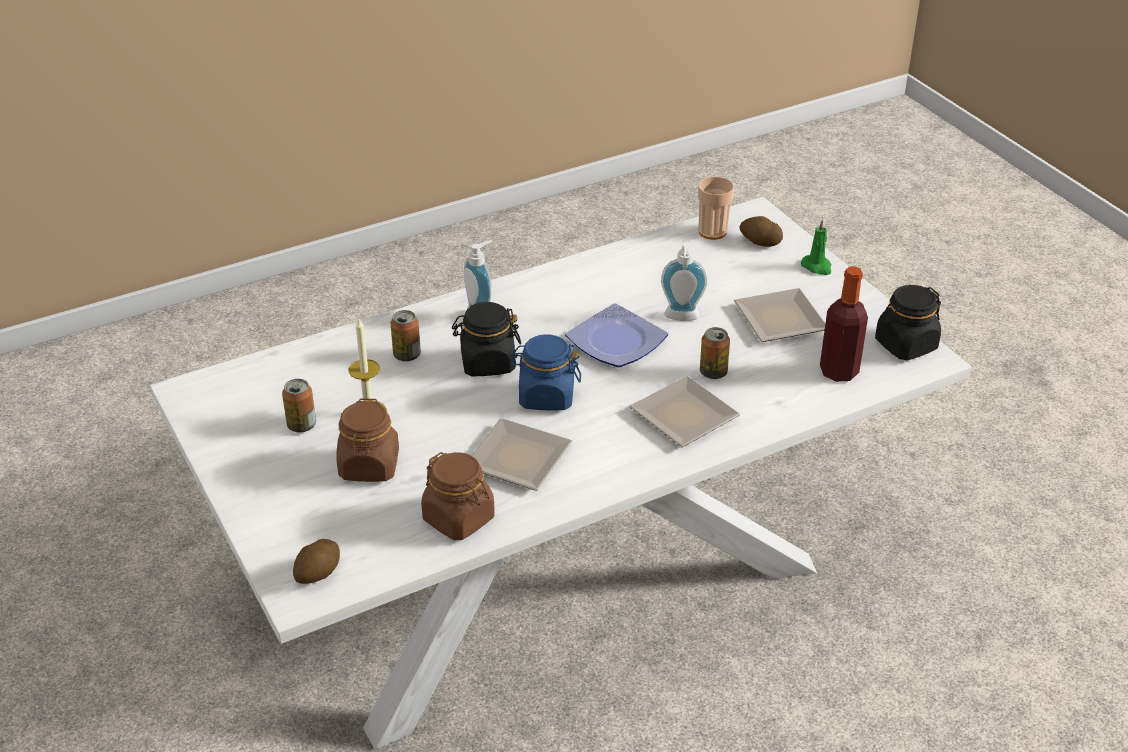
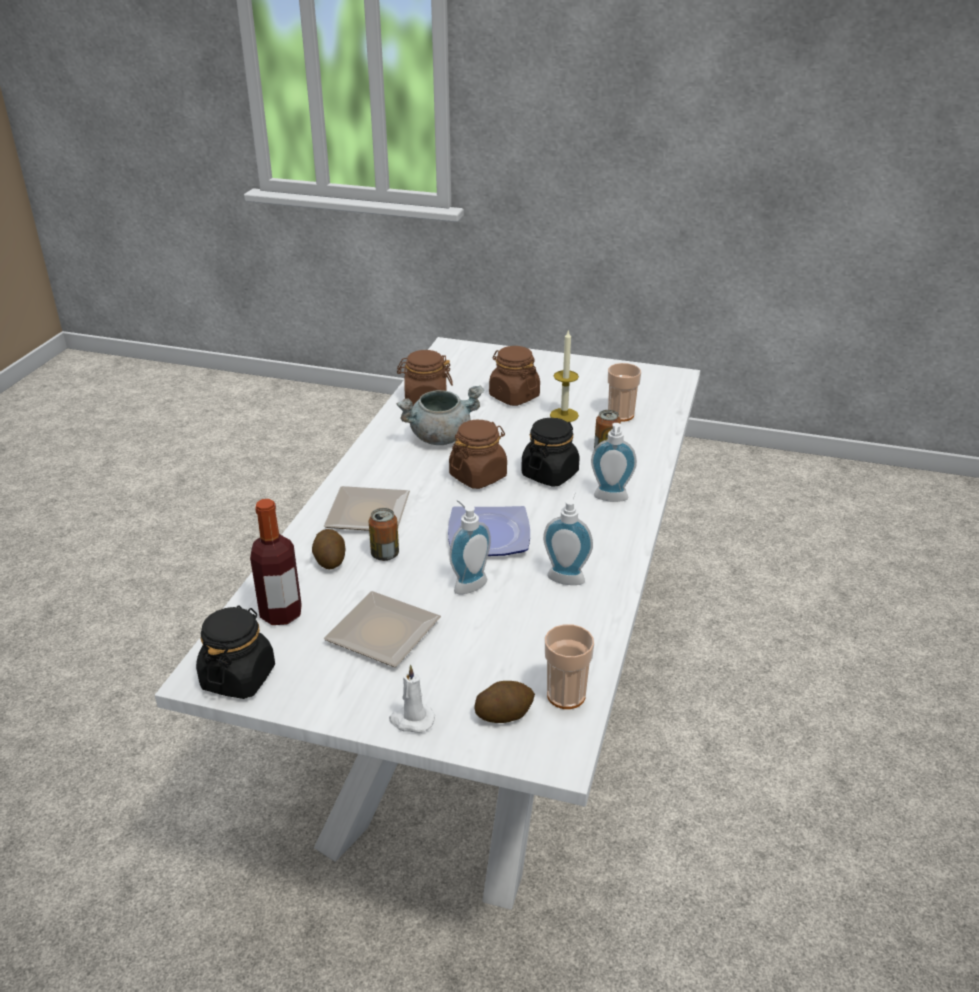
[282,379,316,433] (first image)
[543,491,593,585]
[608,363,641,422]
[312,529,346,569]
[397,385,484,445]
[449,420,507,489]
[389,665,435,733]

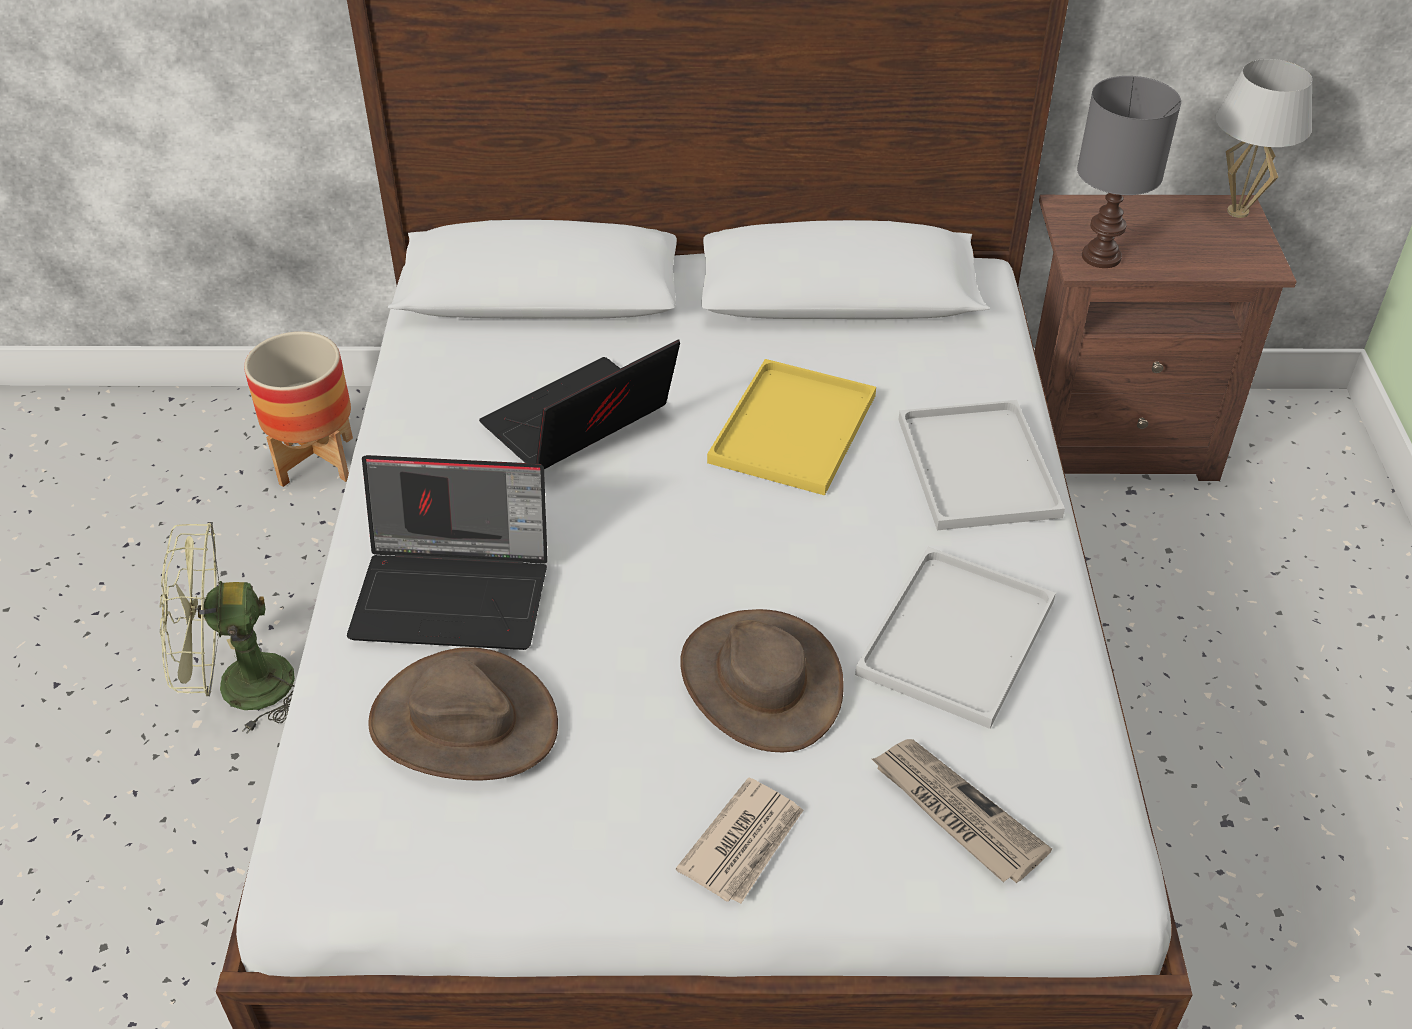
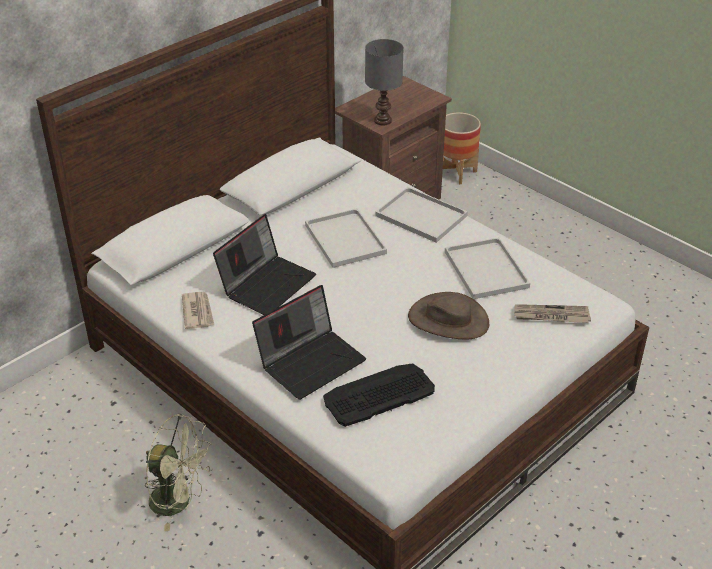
[1216,59,1312,218] (first image)
[443,112,481,184]
[182,292,214,329]
[323,363,435,427]
[305,208,387,268]
[145,414,212,531]
[213,214,316,315]

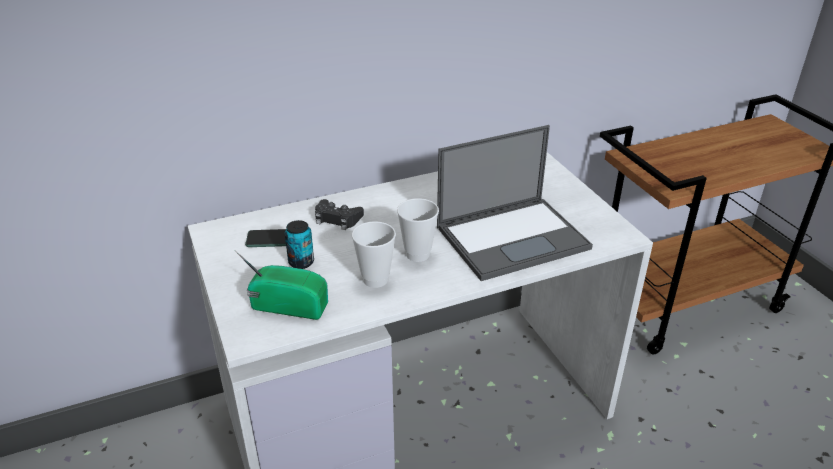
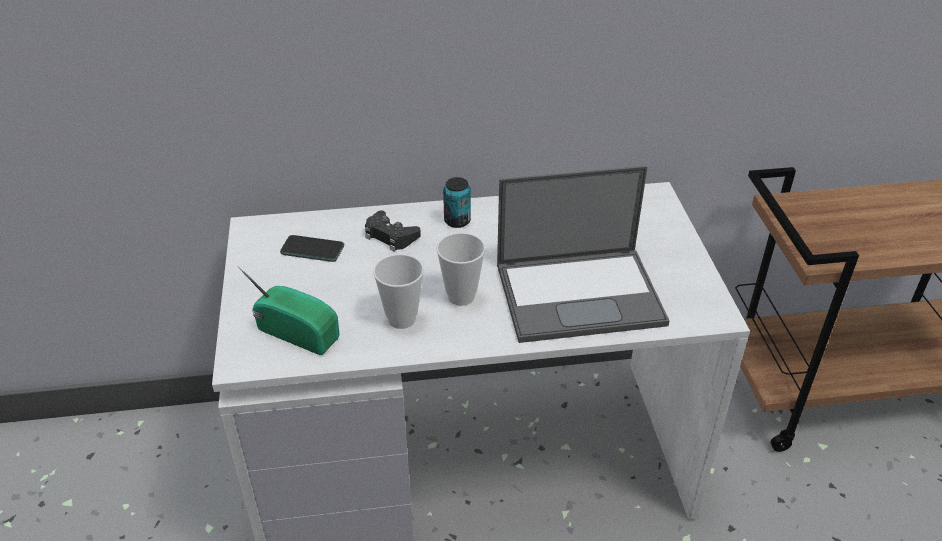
[443,177,471,228]

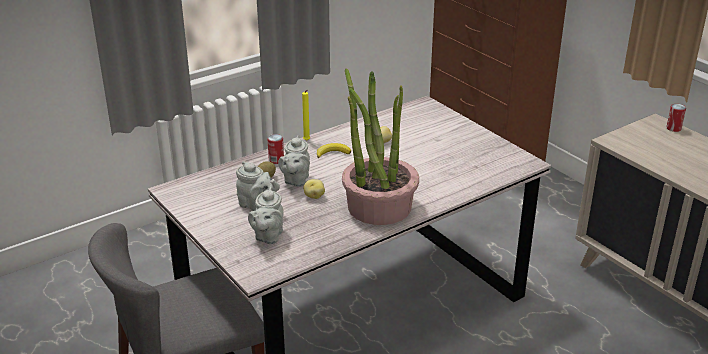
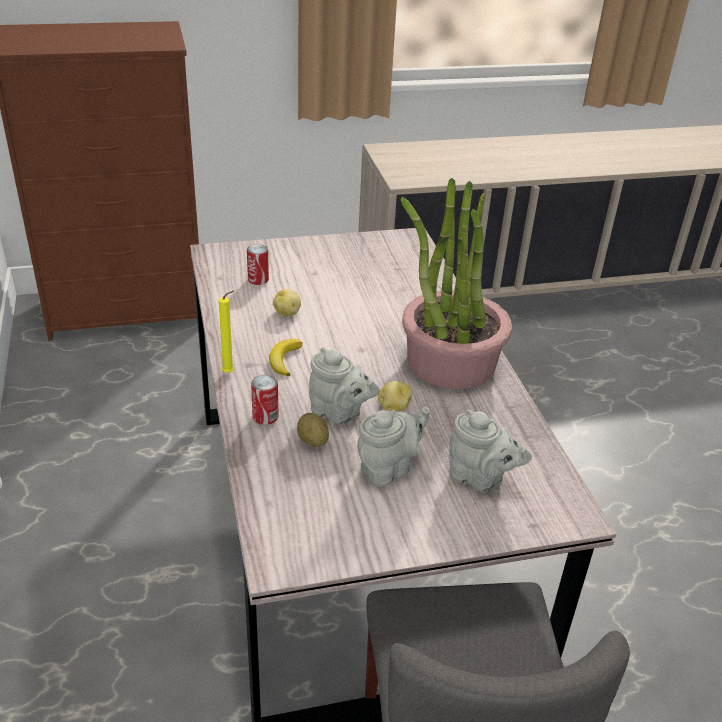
[247,244,269,285]

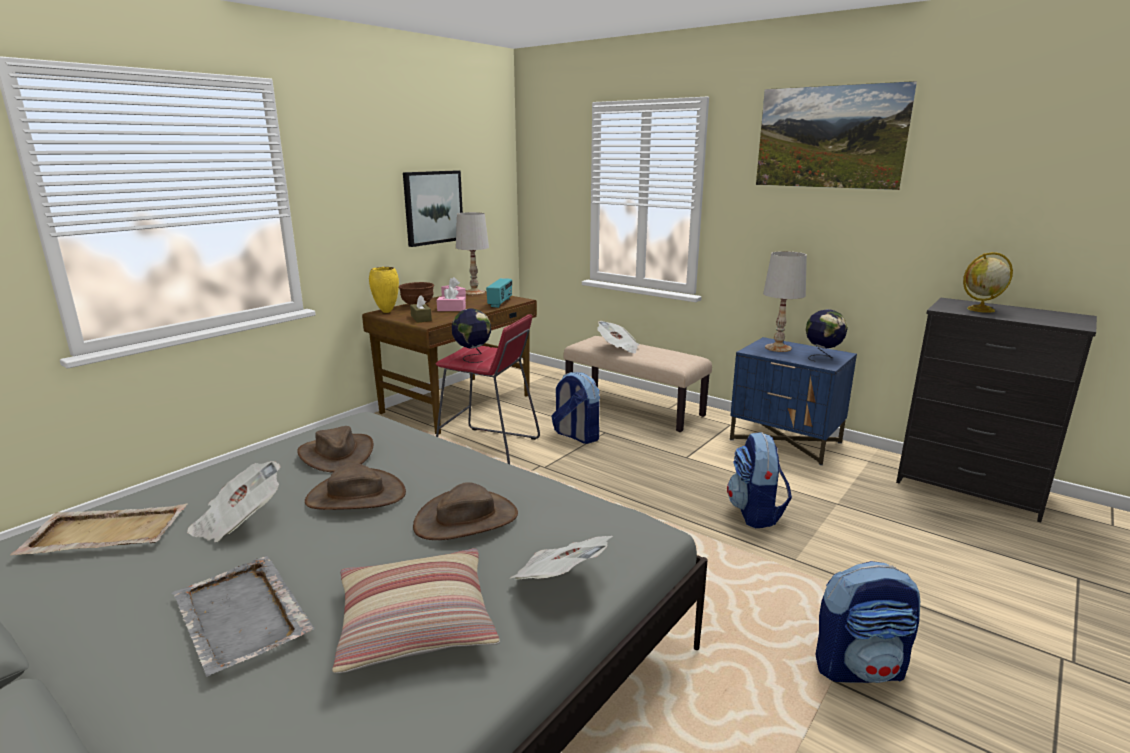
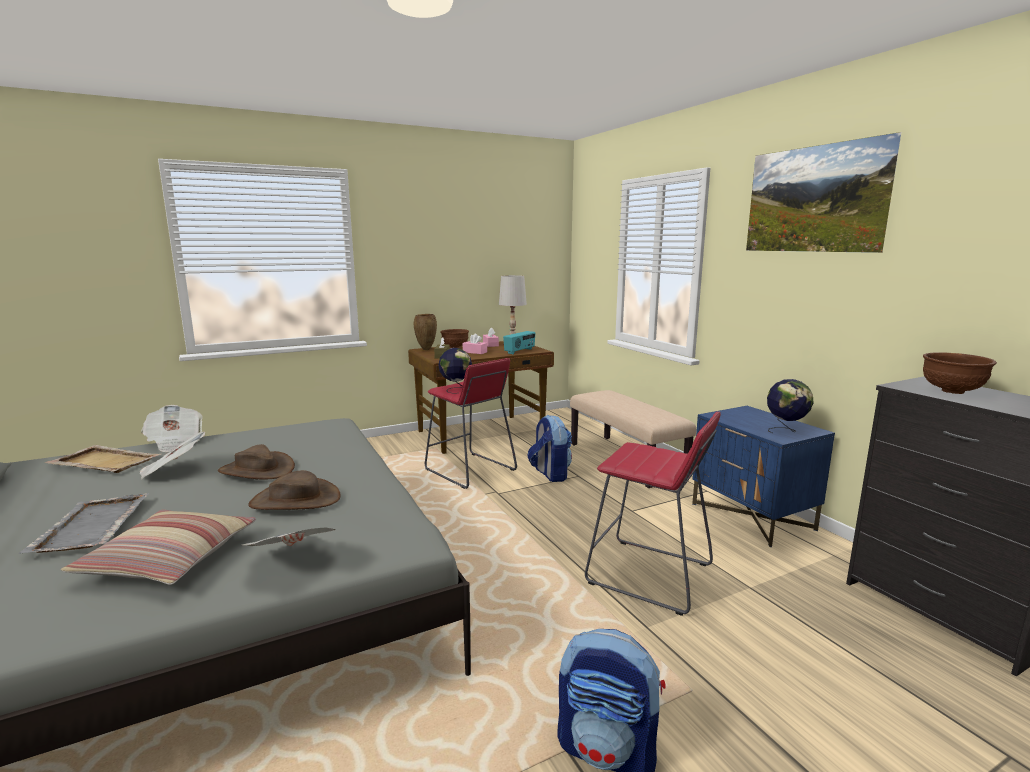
[297,426,374,473] (first image)
[403,170,463,247] (first image)
[763,251,807,352] (first image)
[141,405,203,452]
[585,412,721,616]
[923,353,997,394]
[414,314,437,350]

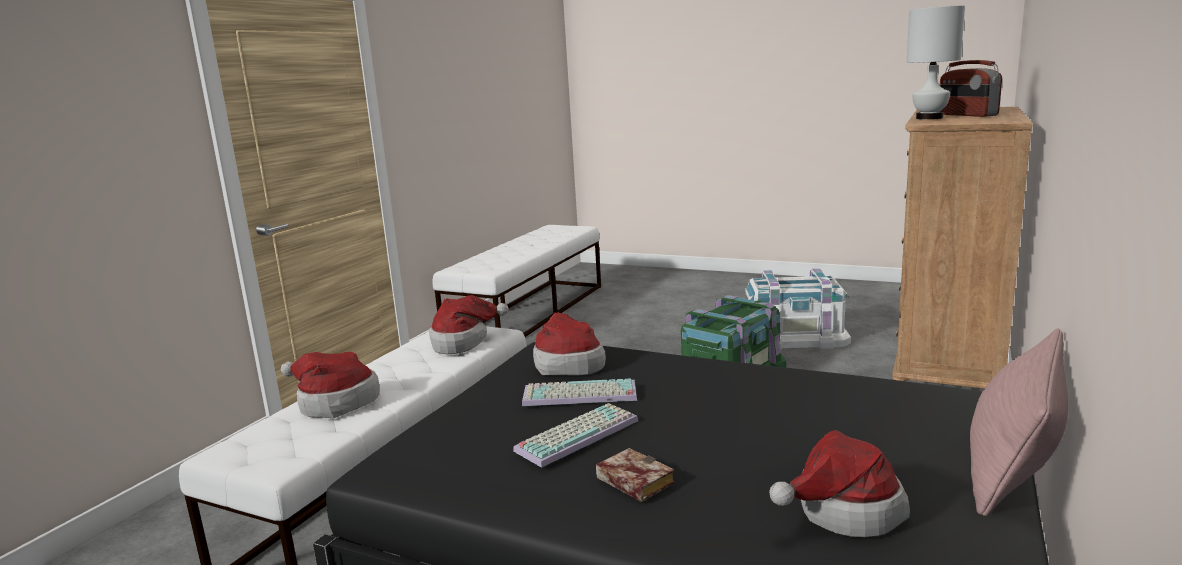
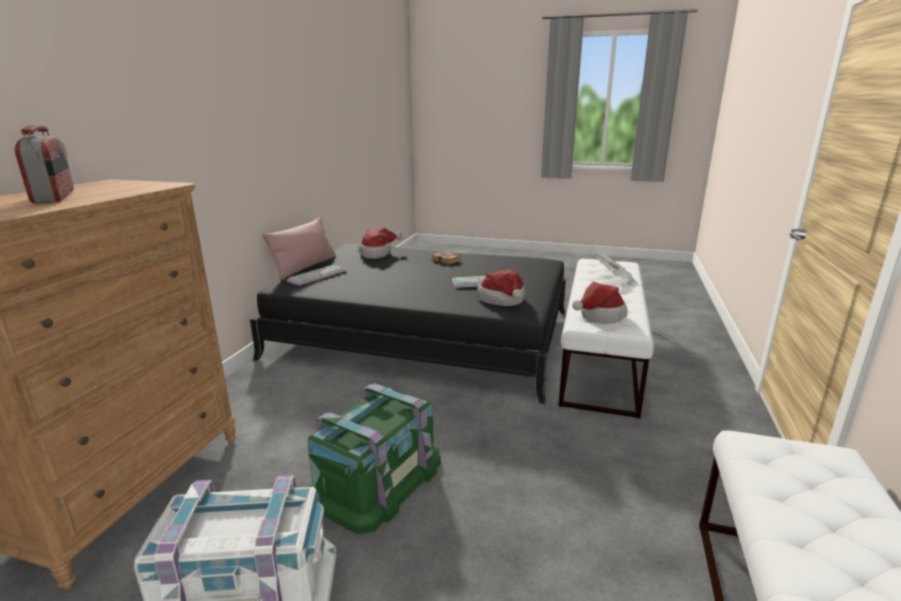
[907,6,965,119] (first image)
[287,265,346,286]
[593,253,639,284]

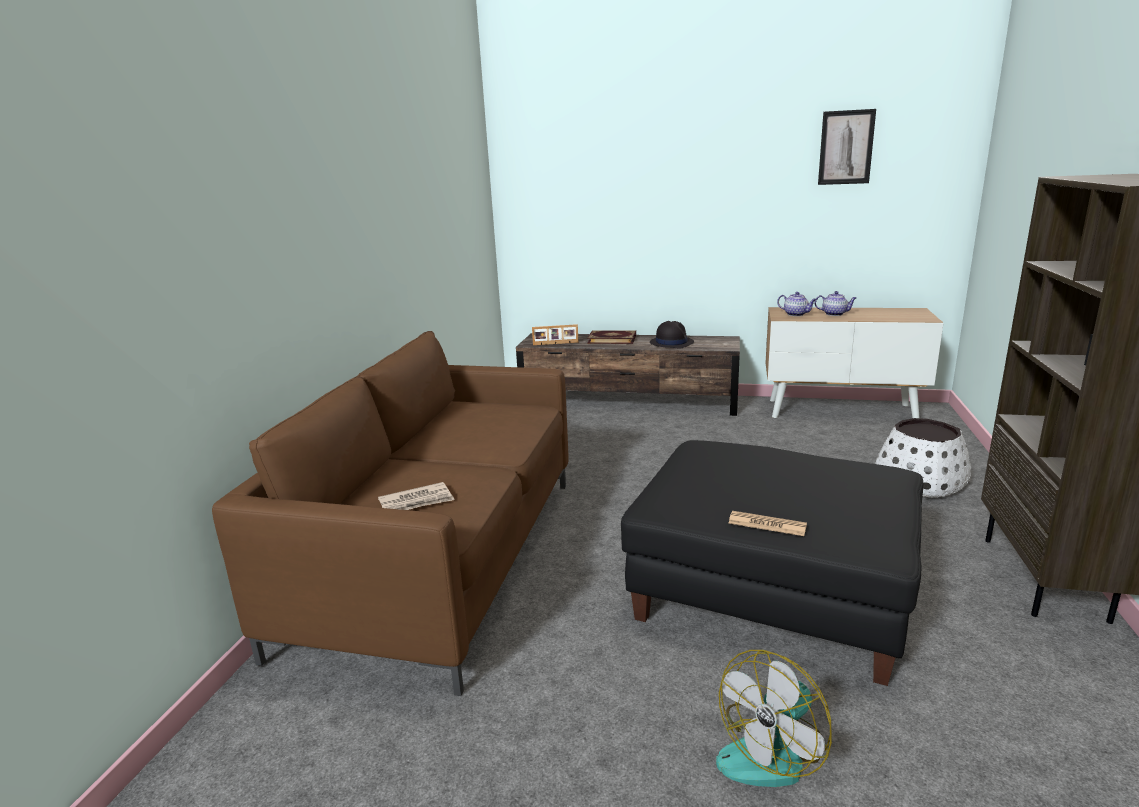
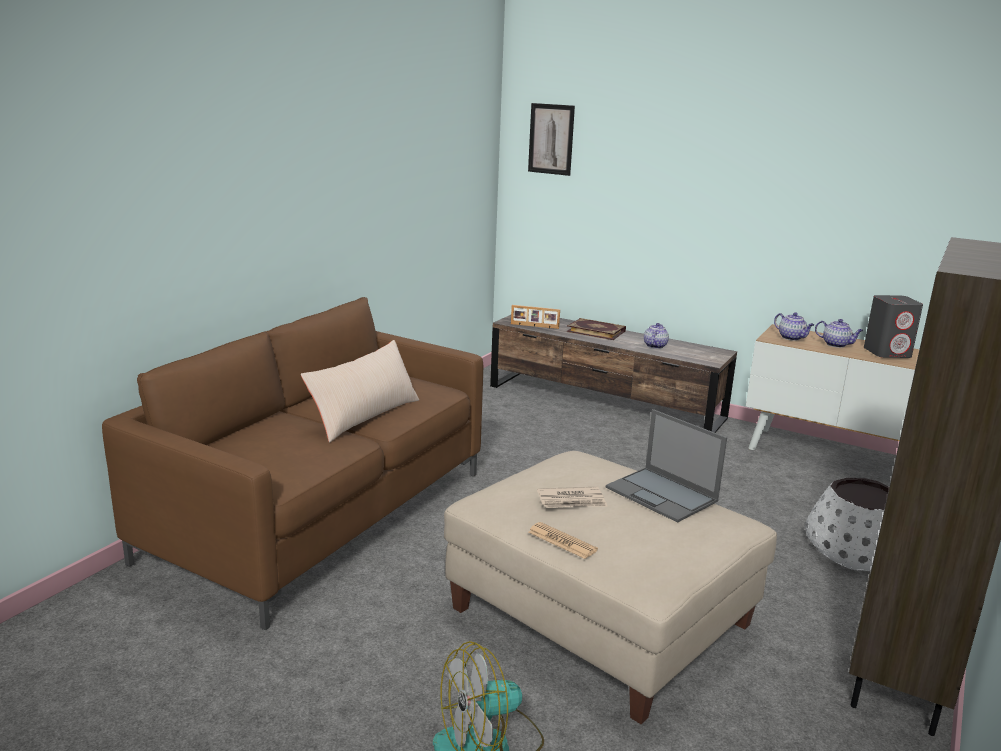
[301,340,419,443]
[606,409,727,523]
[864,295,923,358]
[537,487,608,508]
[528,103,575,176]
[644,323,669,349]
[444,451,777,724]

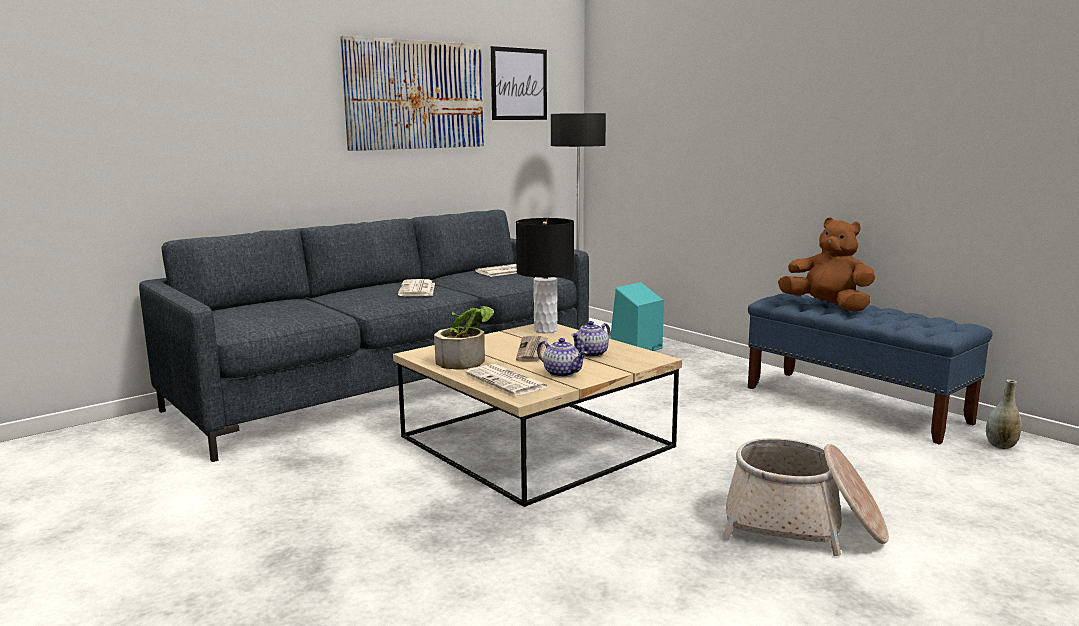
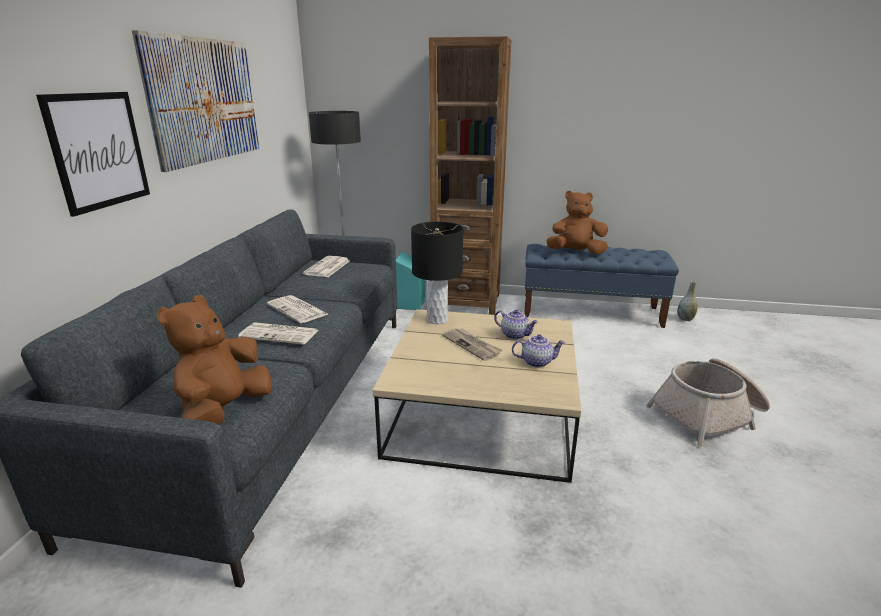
[434,306,494,370] (first image)
[157,295,272,425]
[429,36,511,315]
[238,323,318,345]
[36,92,150,217]
[494,310,538,340]

